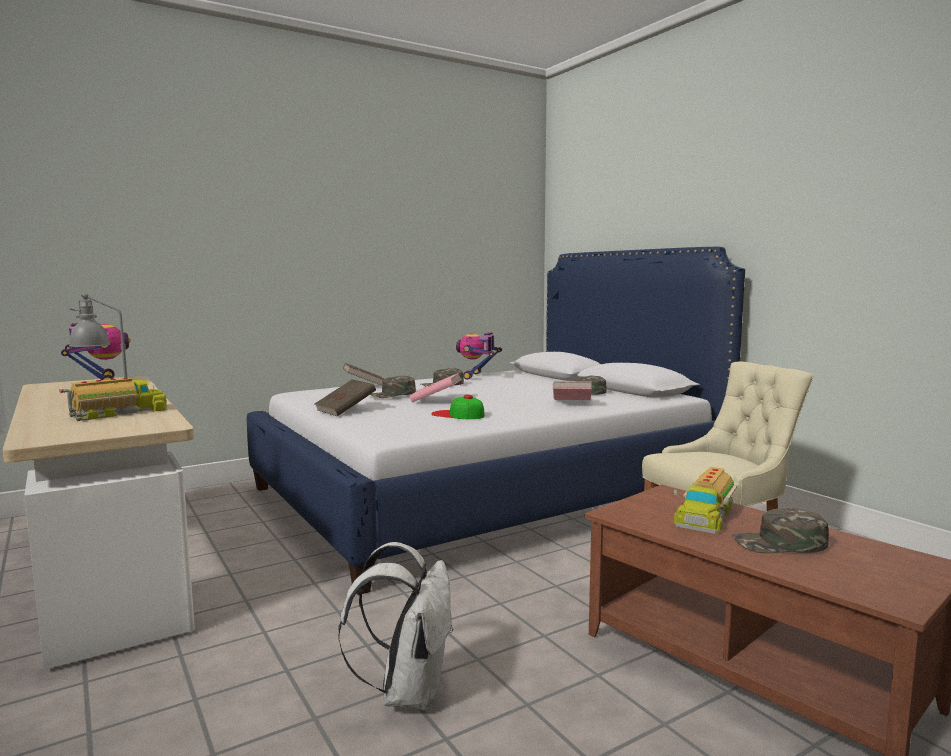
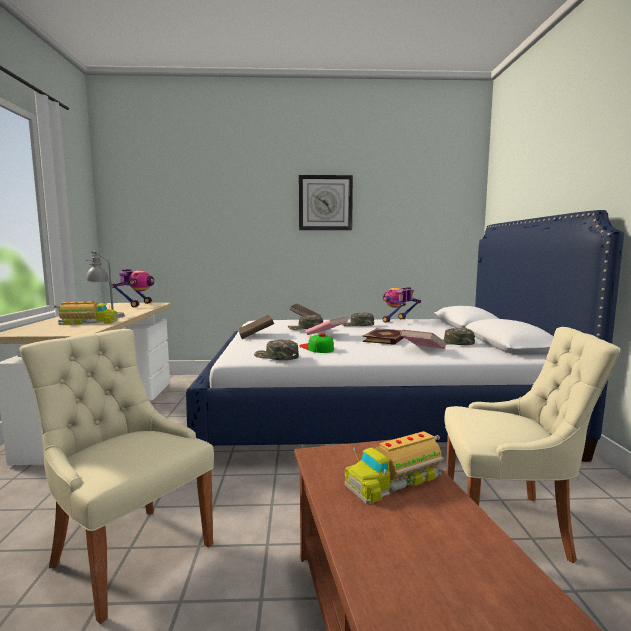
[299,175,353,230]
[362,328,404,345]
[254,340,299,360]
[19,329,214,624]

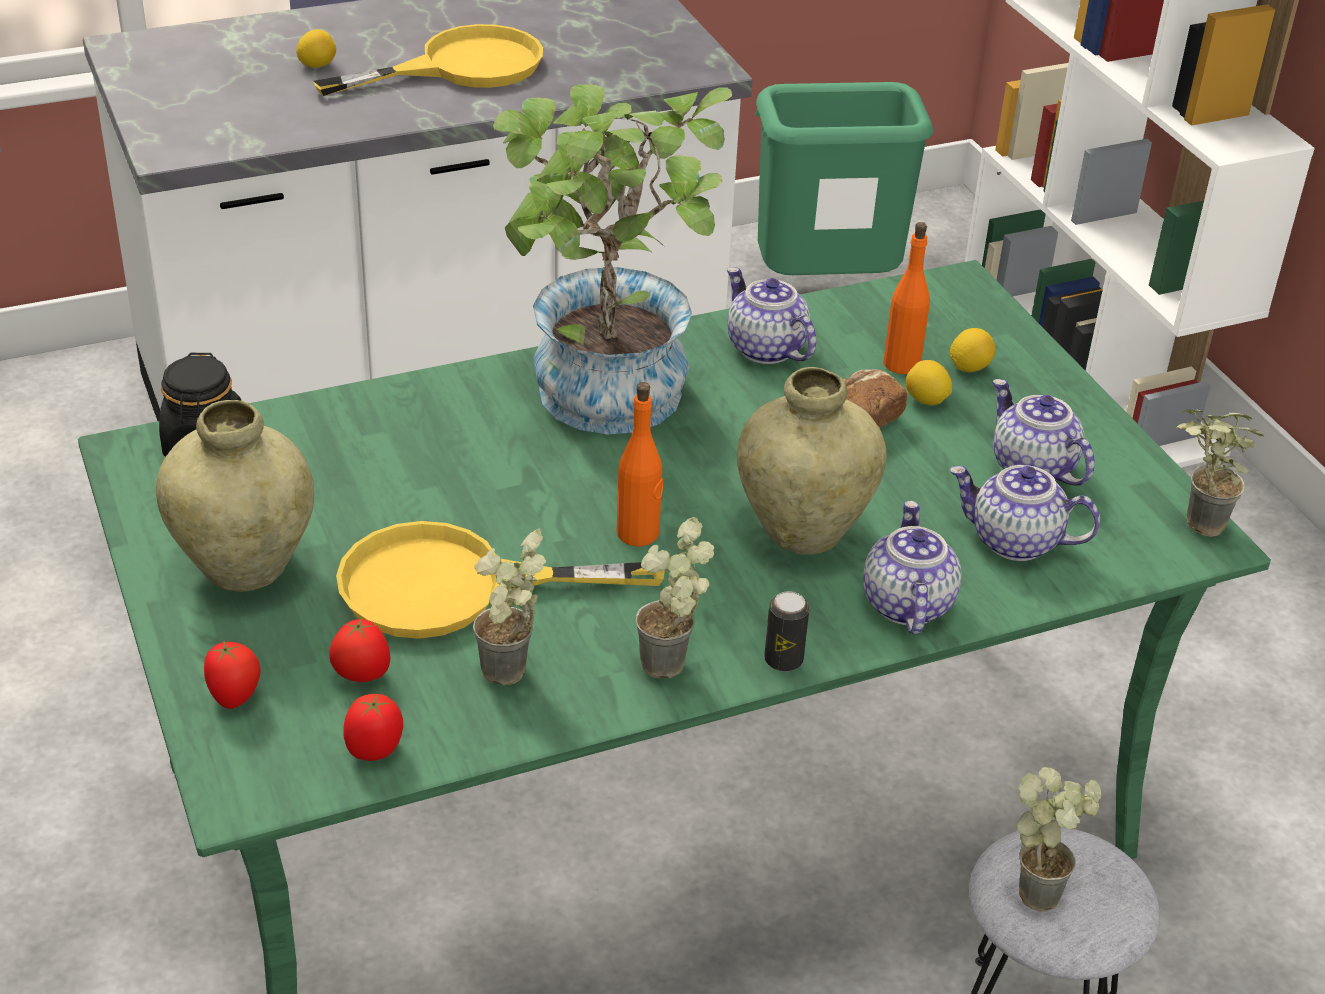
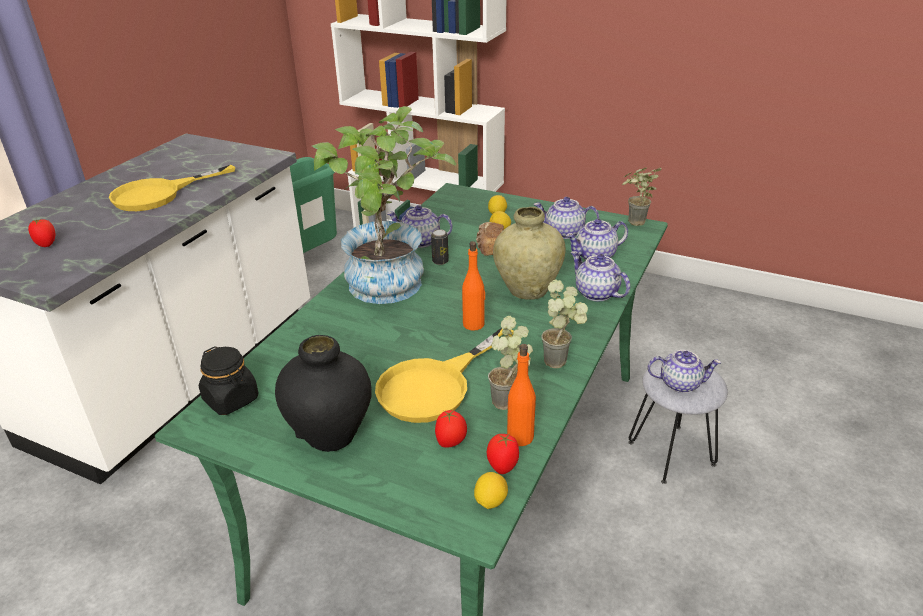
[28,219,55,247]
[474,472,508,509]
[431,229,449,265]
[507,344,536,446]
[647,350,721,393]
[275,335,372,452]
[109,165,235,211]

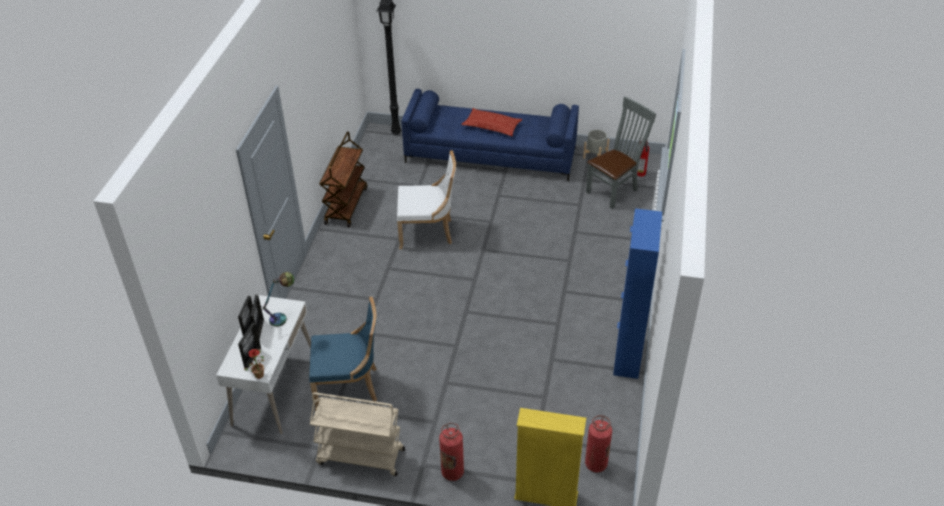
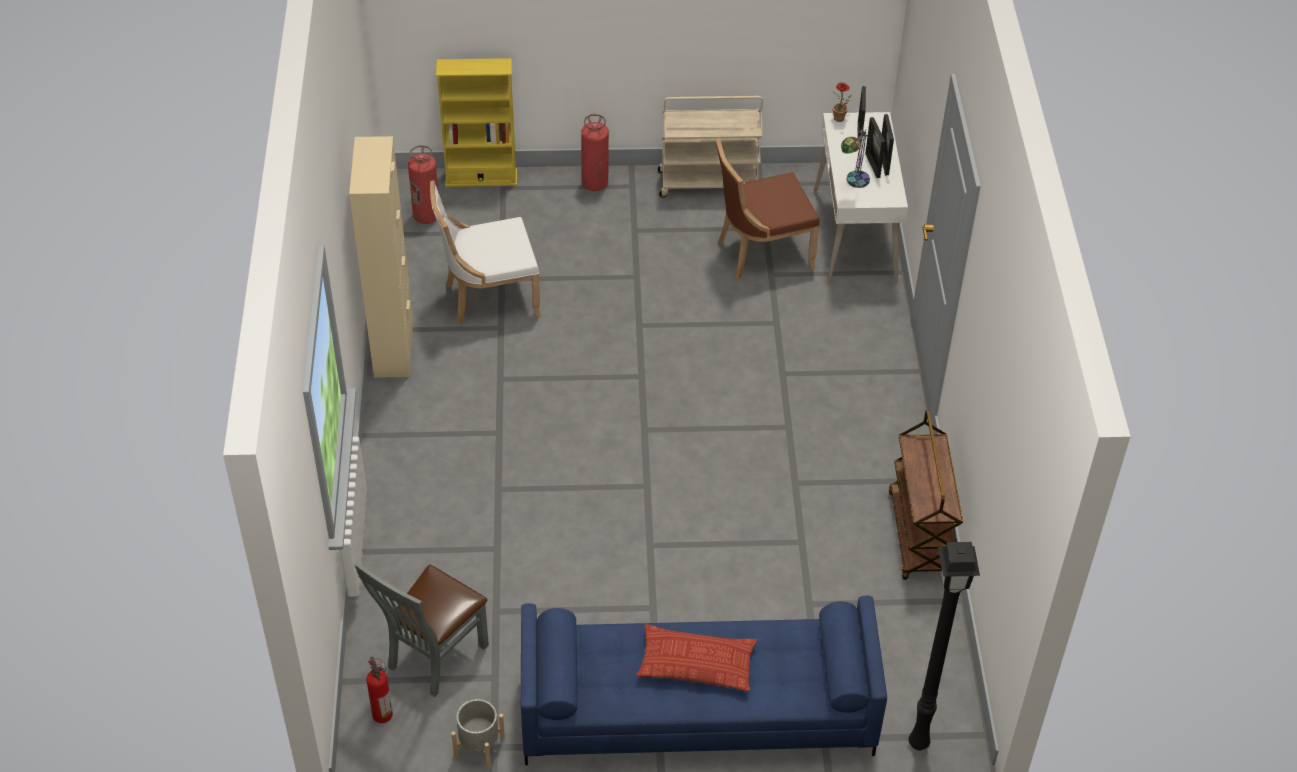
[430,180,541,325]
[716,137,820,279]
[349,136,413,378]

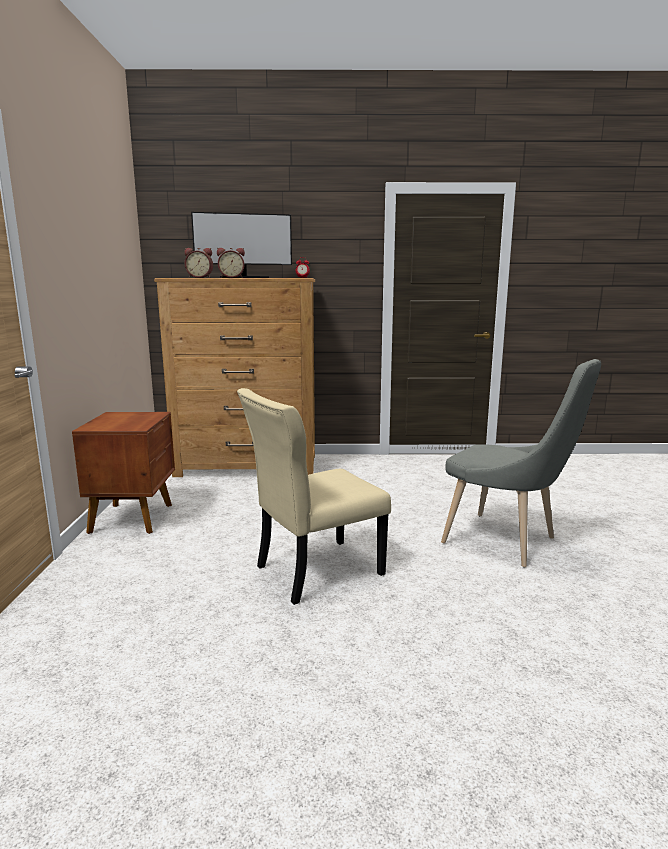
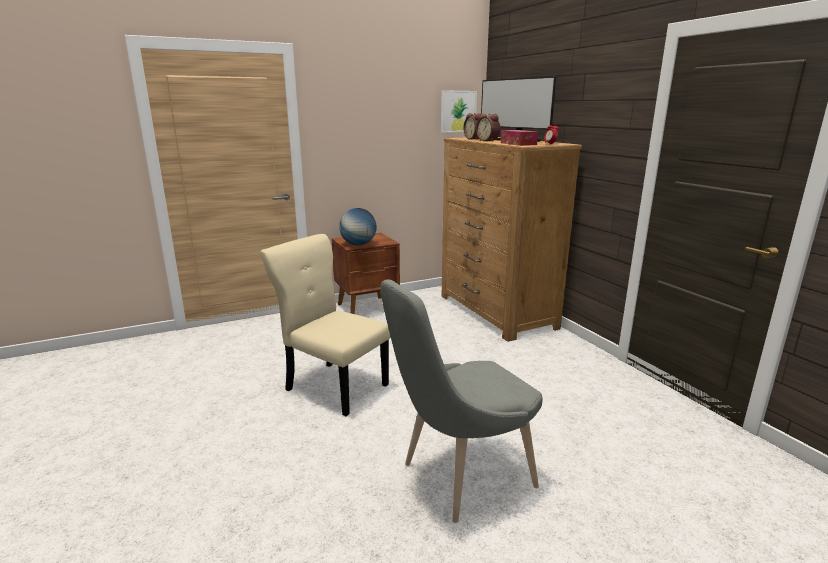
[339,208,377,245]
[441,90,477,133]
[501,130,538,146]
[380,279,543,523]

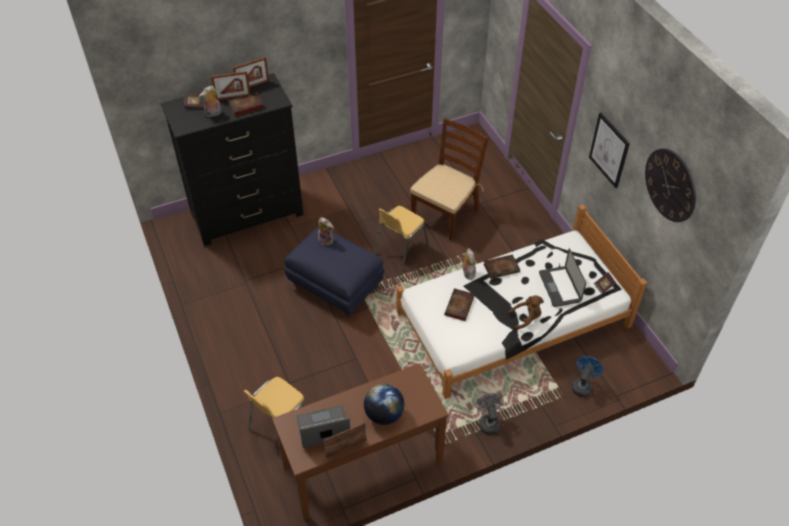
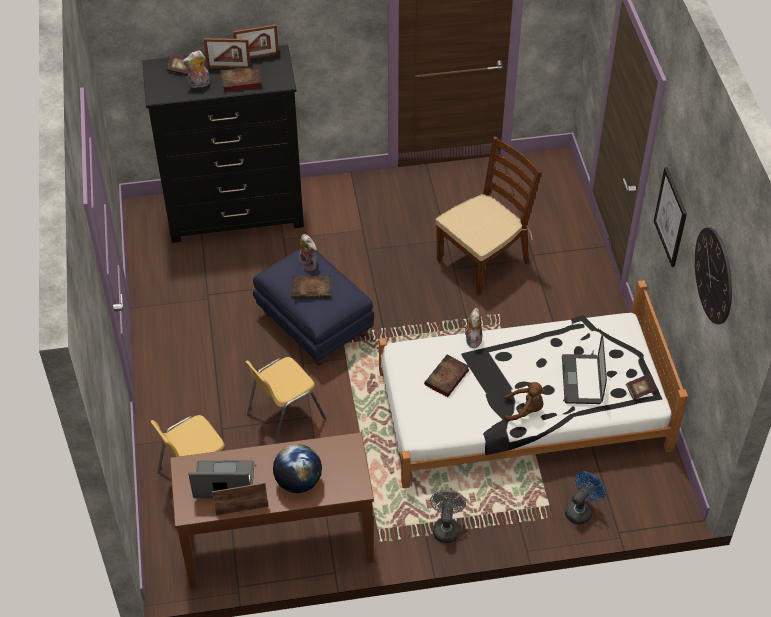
[246,357,326,444]
[292,275,331,299]

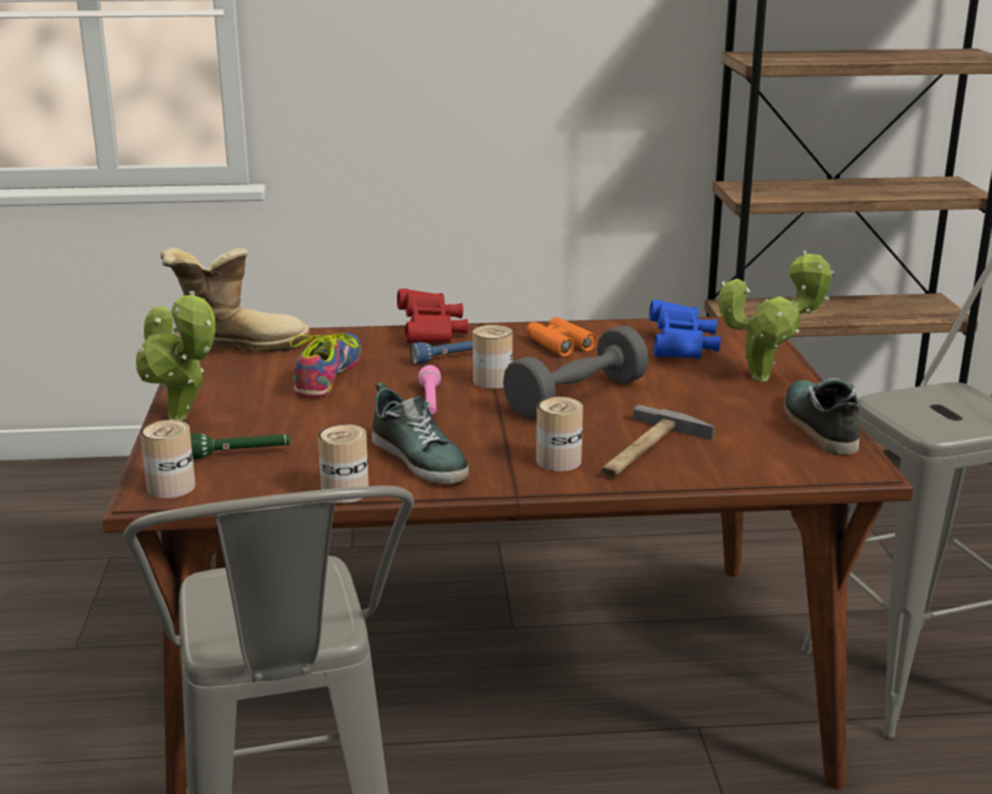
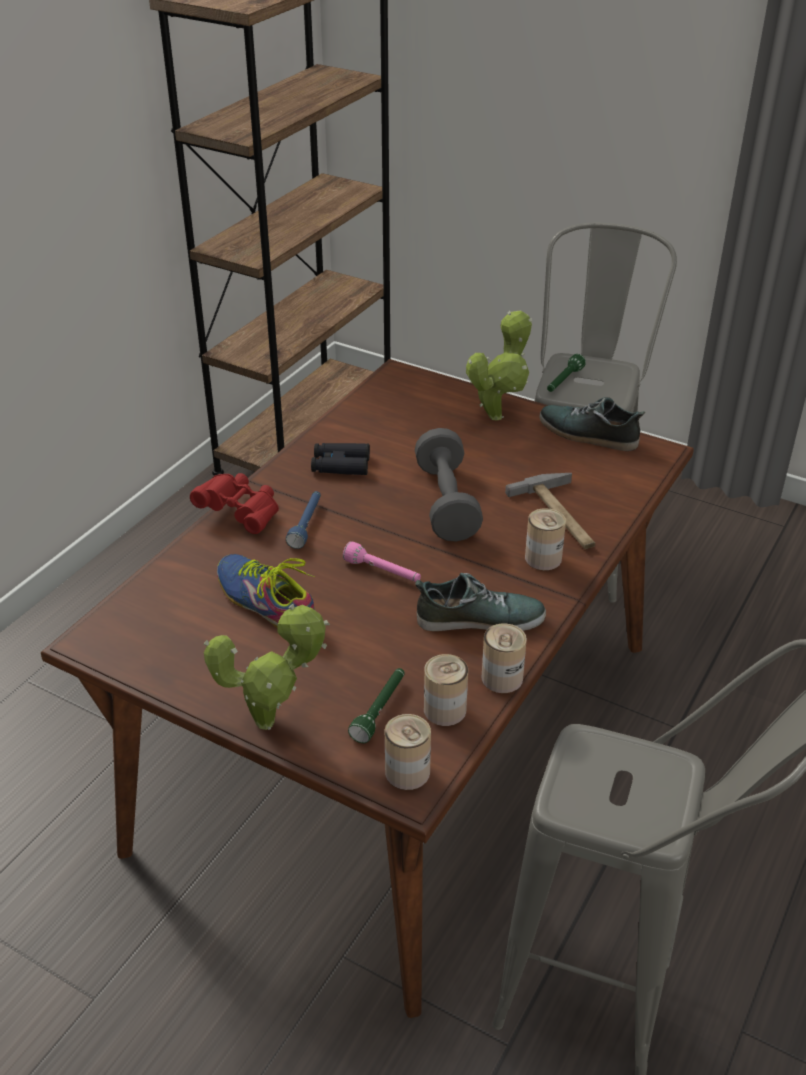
[160,248,310,352] (first image)
[649,300,721,359] (first image)
[547,354,586,392]
[424,654,468,726]
[311,443,370,475]

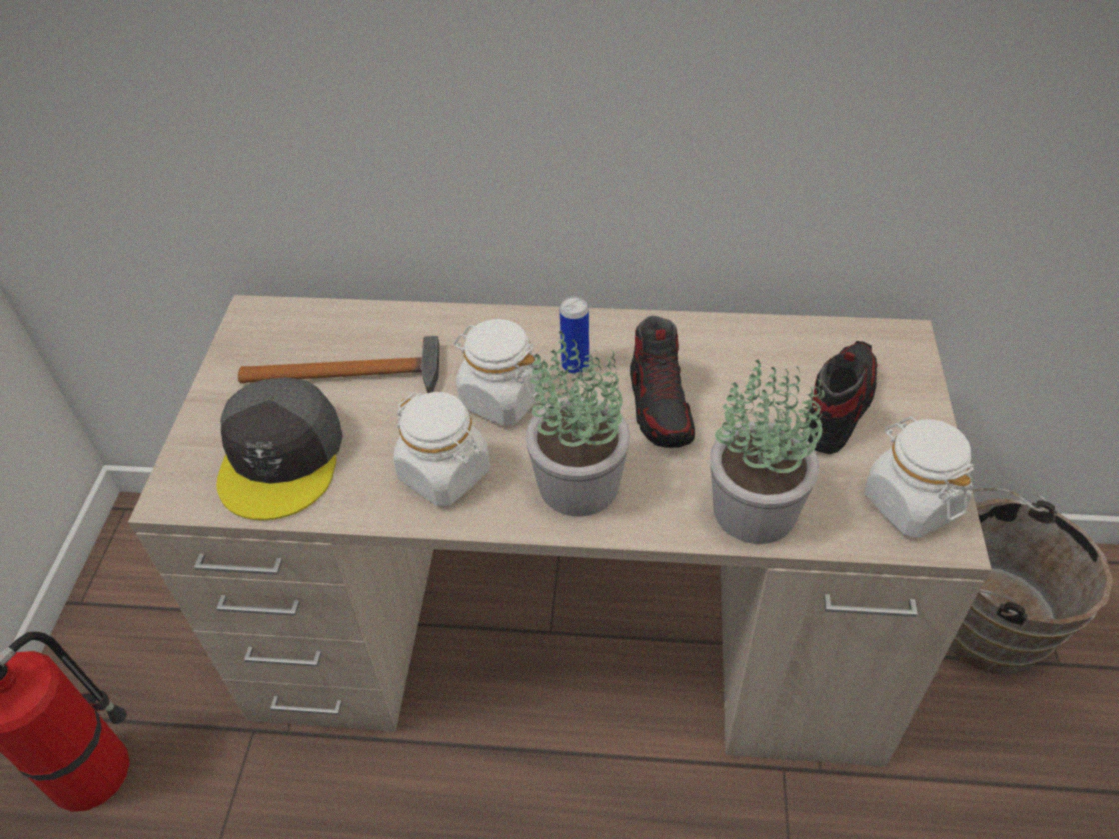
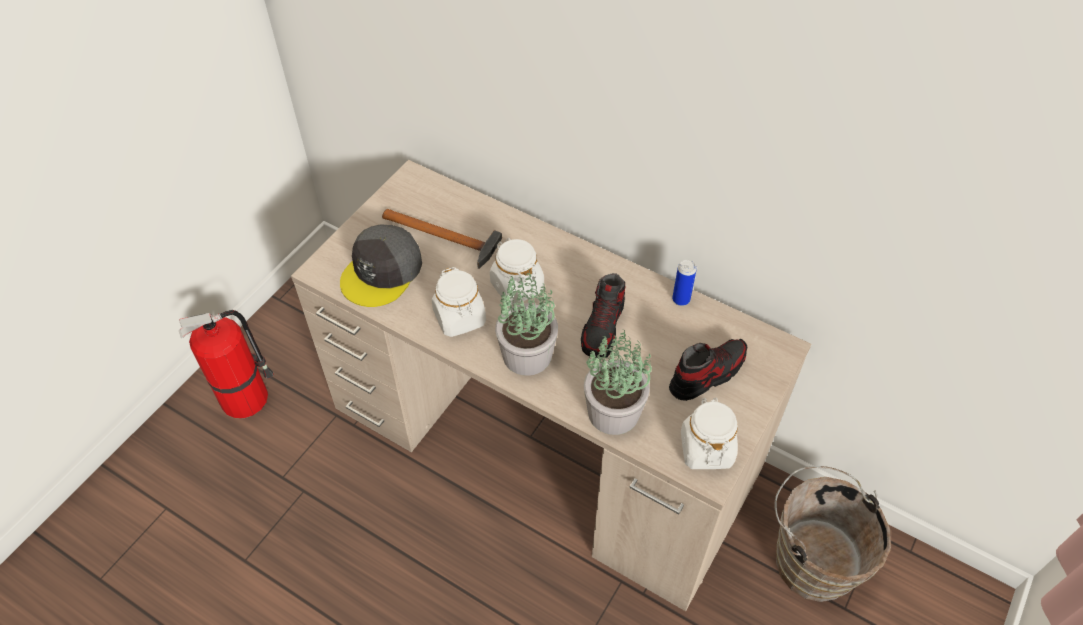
[672,260,697,306]

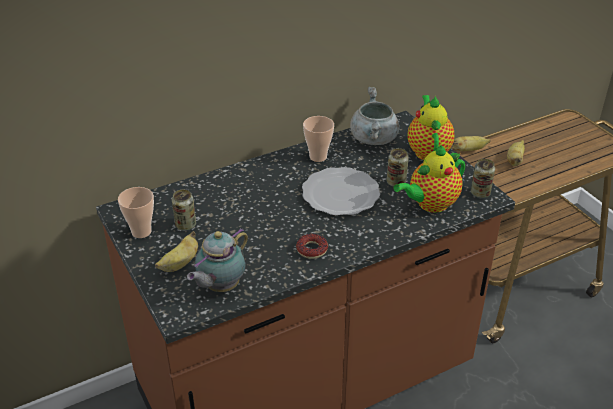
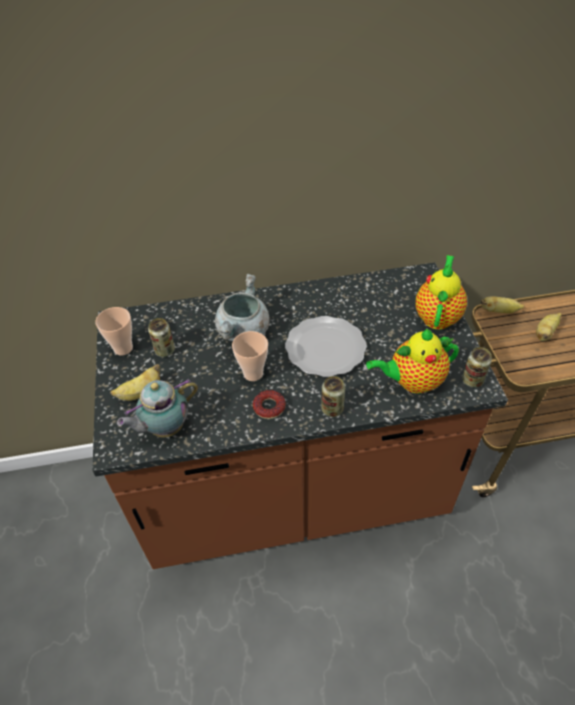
[232,331,268,381]
[215,274,269,341]
[321,376,345,417]

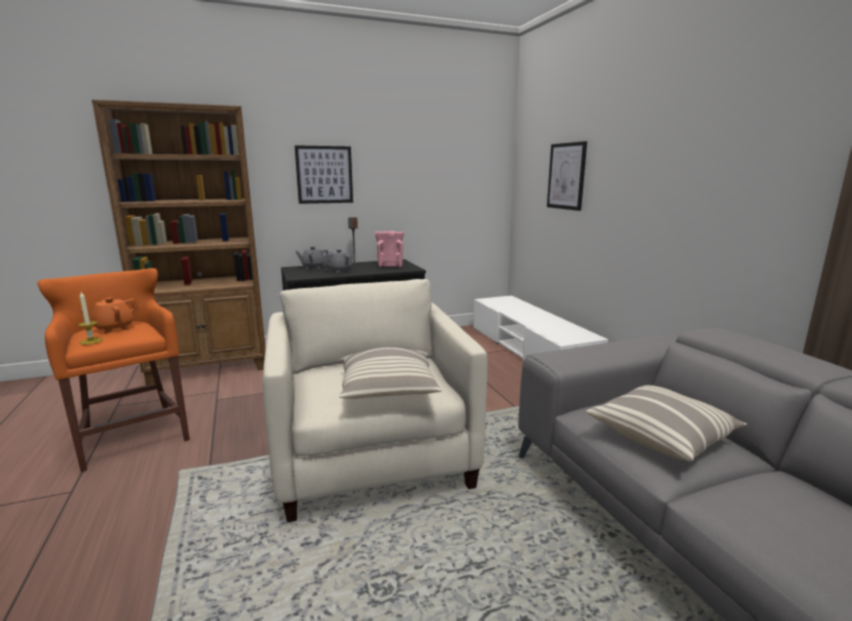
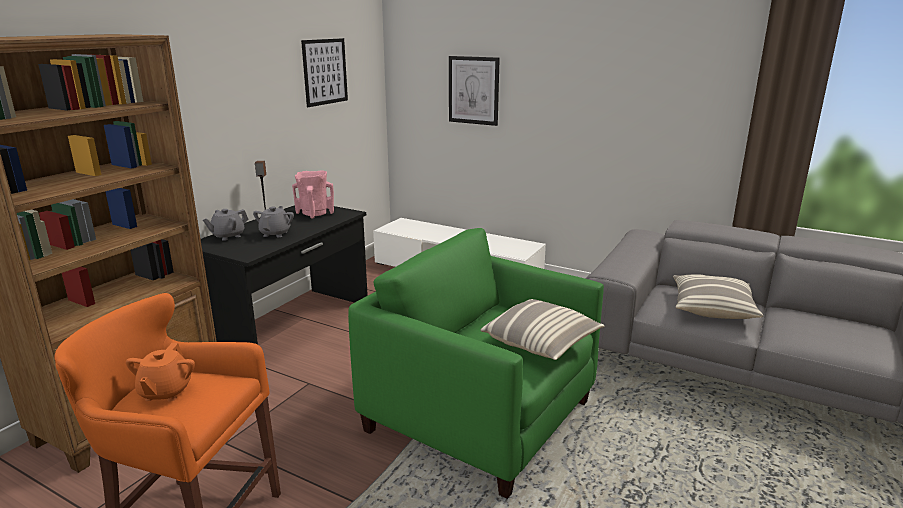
[78,292,103,345] (first image)
[301,38,348,107]
[348,228,604,499]

